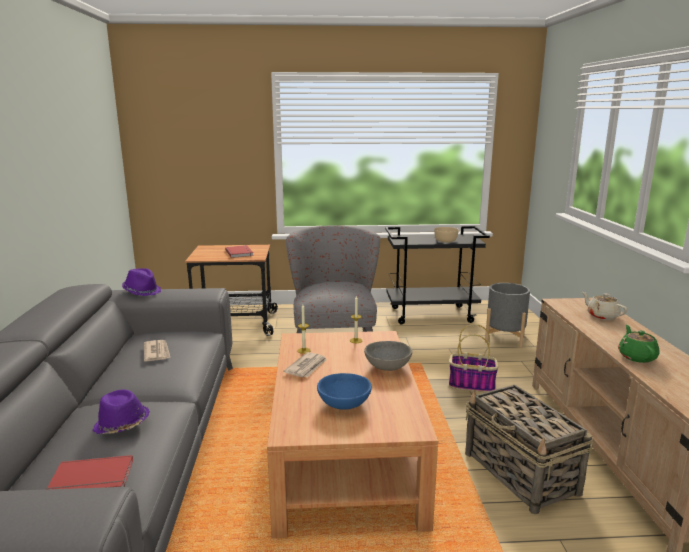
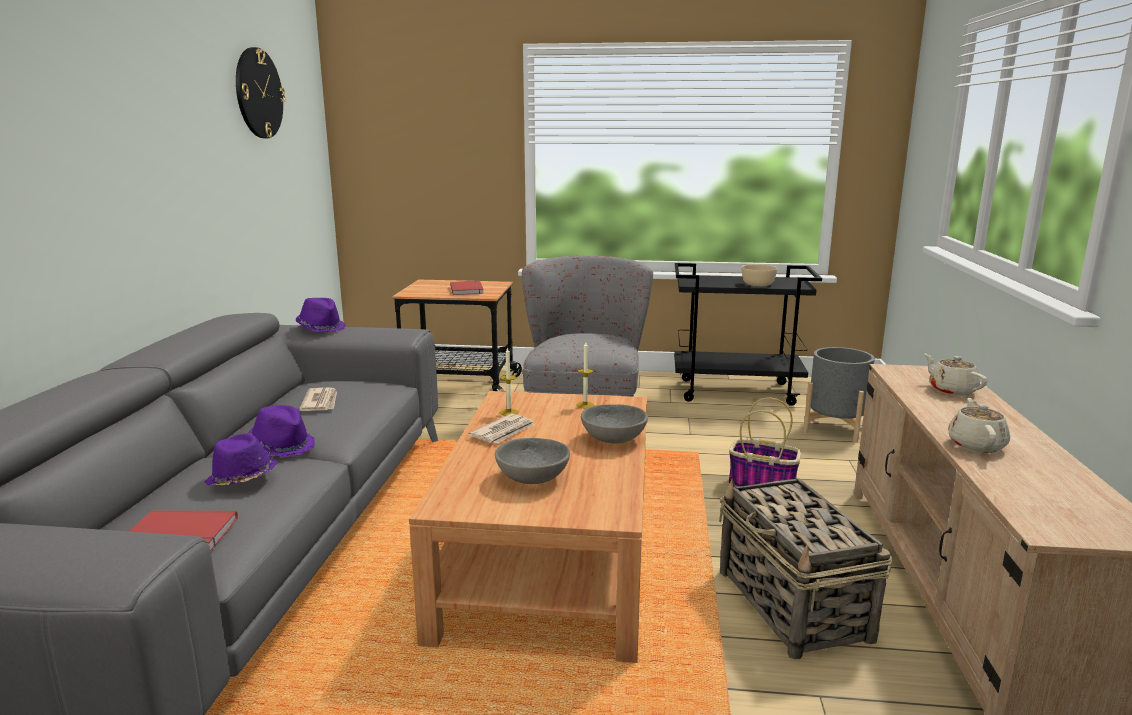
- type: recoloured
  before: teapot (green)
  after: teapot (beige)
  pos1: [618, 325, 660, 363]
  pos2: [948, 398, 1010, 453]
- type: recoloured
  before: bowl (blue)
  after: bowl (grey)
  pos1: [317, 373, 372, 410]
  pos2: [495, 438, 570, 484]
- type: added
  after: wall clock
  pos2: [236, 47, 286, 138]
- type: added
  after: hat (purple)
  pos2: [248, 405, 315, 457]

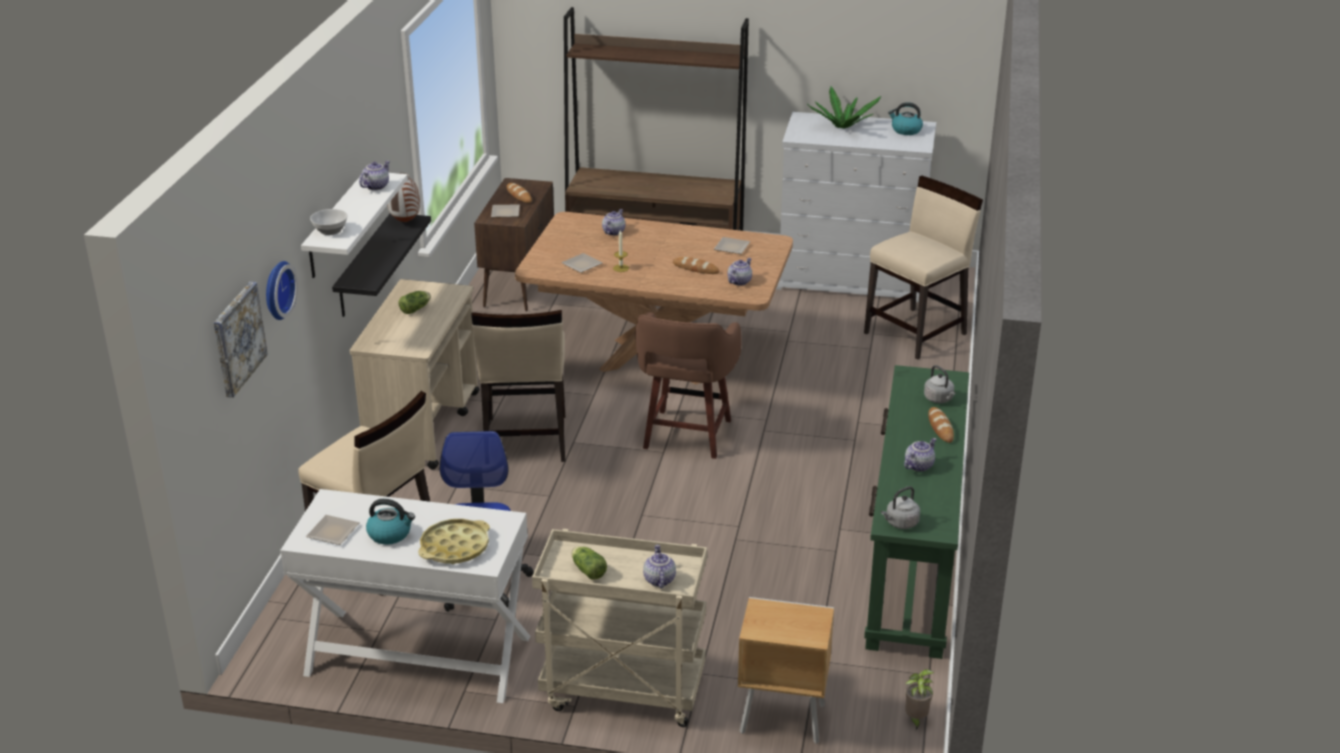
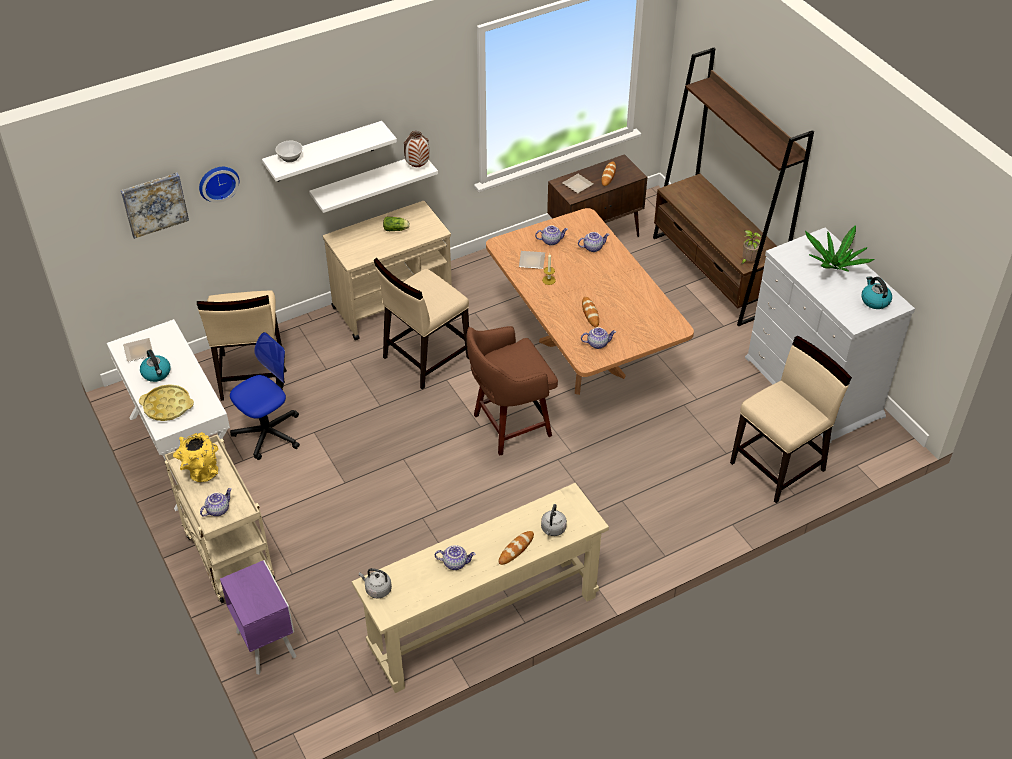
- type: moved
  before: teapot
  pos1: [359, 161, 390, 190]
  pos2: [535, 225, 568, 246]
- type: turned
  before: chair (beige)
  pos1: [864, 176, 983, 360]
  pos2: [730, 336, 852, 503]
  turn: -45
- type: recoloured
  before: shelf (black)
  after: shelf (white)
  pos1: [332, 214, 431, 317]
  pos2: [309, 159, 438, 213]
- type: removed
  before: plate
  pos1: [714, 237, 750, 254]
- type: recoloured
  before: console table (green)
  after: console table (beige)
  pos1: [864, 365, 969, 659]
  pos2: [352, 483, 609, 693]
- type: replaced
  before: lettuce
  after: vase (yellow)
  pos1: [571, 546, 607, 579]
  pos2: [173, 432, 218, 482]
- type: recoloured
  before: nightstand (brown)
  after: nightstand (purple)
  pos1: [738, 597, 834, 744]
  pos2: [220, 560, 296, 675]
- type: moved
  before: potted plant
  pos1: [905, 669, 934, 730]
  pos2: [742, 230, 761, 264]

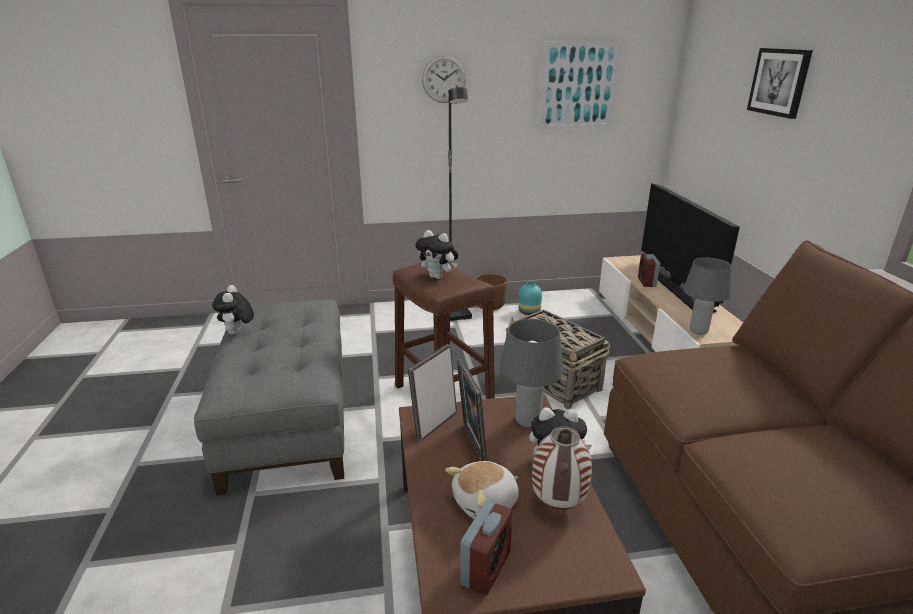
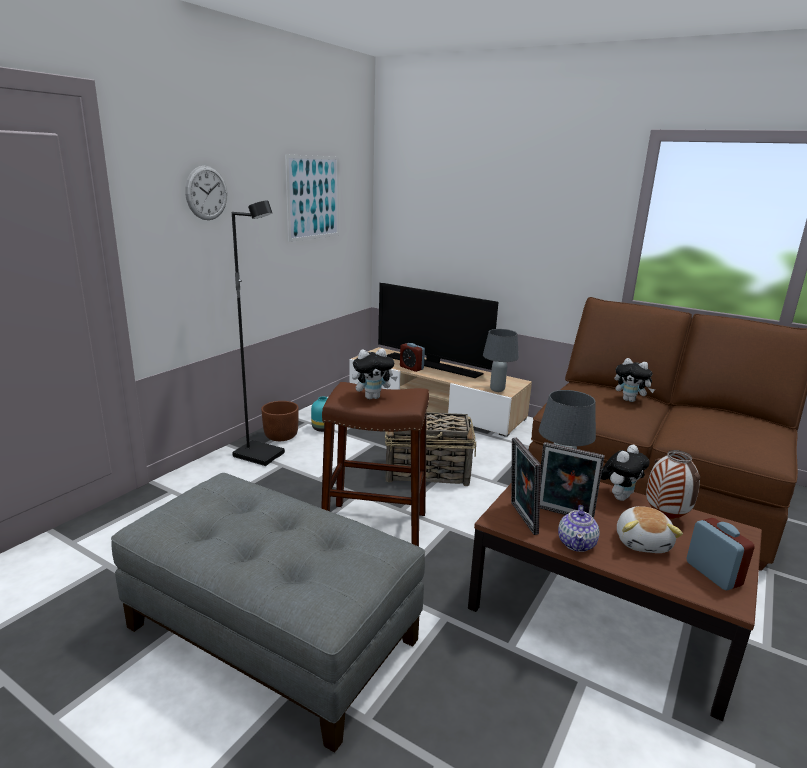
- type: removed
  before: picture
  pos1: [747, 48, 813, 119]
- type: moved
  before: plush toy
  pos1: [212, 285, 254, 335]
  pos2: [615, 358, 655, 402]
- type: added
  after: teapot
  pos2: [558, 505, 600, 552]

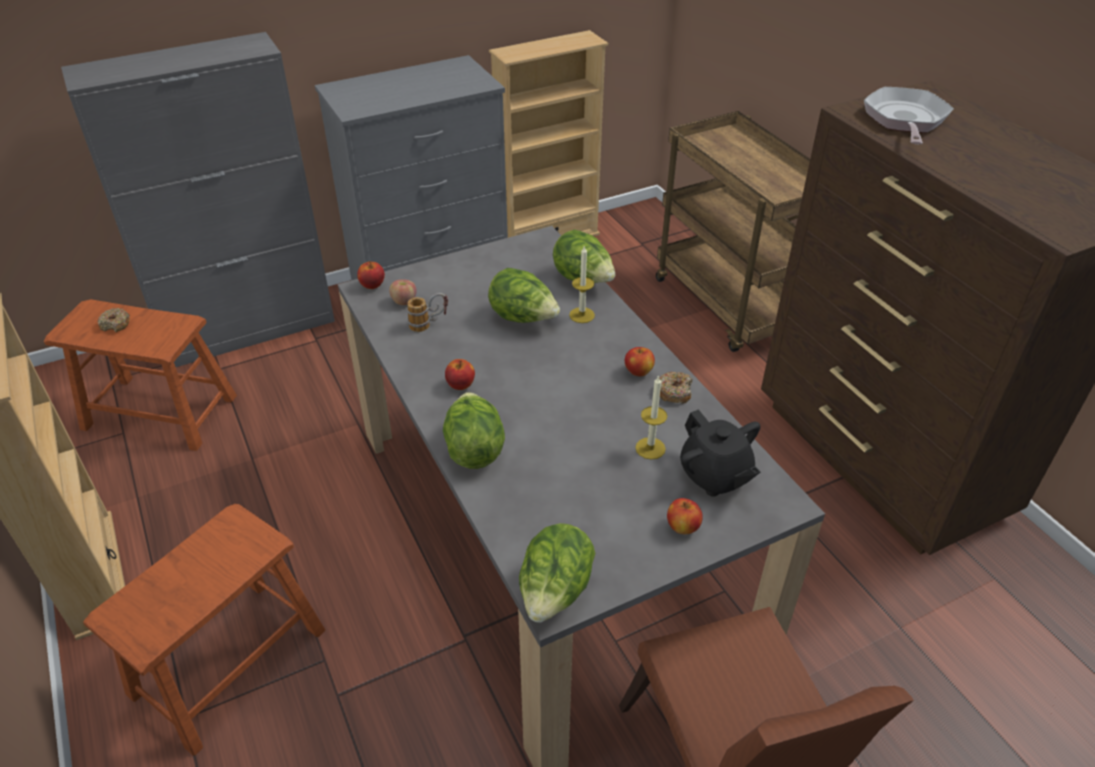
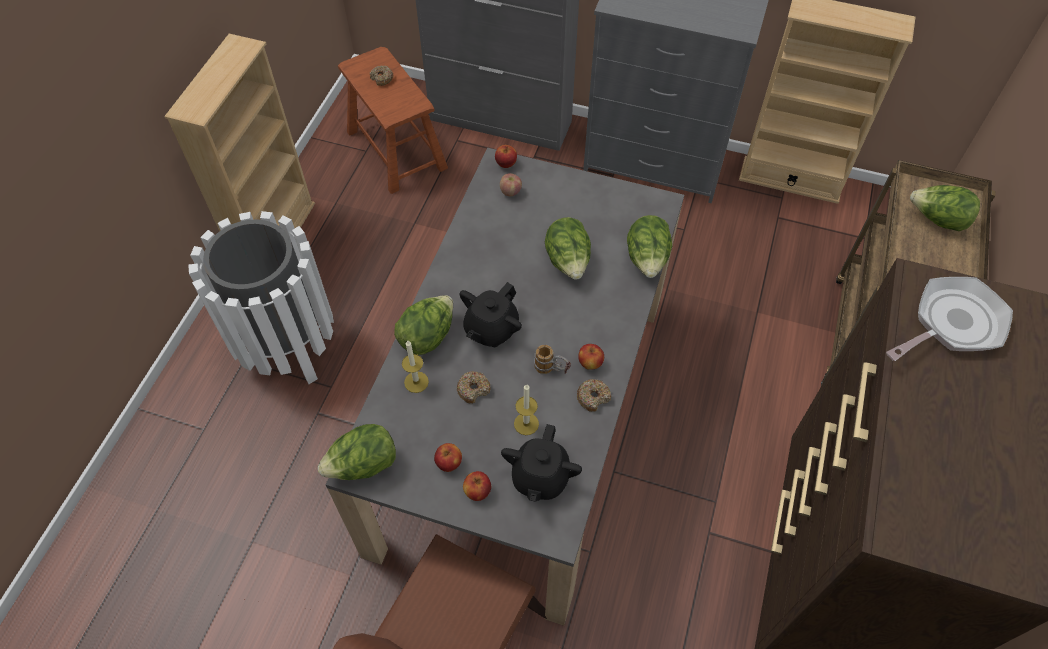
- type: moved
  before: candle
  pos1: [569, 246, 595, 323]
  pos2: [402, 341, 429, 393]
- type: moved
  before: mug
  pos1: [407, 293, 448, 332]
  pos2: [534, 345, 571, 374]
- type: moved
  before: apple
  pos1: [445, 359, 475, 390]
  pos2: [434, 443, 462, 472]
- type: replaced
  before: stool (brown)
  after: trash can (white)
  pos1: [83, 504, 325, 756]
  pos2: [188, 211, 334, 384]
- type: added
  after: lettuce
  pos2: [910, 185, 980, 231]
- type: added
  after: teapot (black)
  pos2: [460, 282, 522, 347]
- type: added
  after: donut
  pos2: [457, 371, 491, 403]

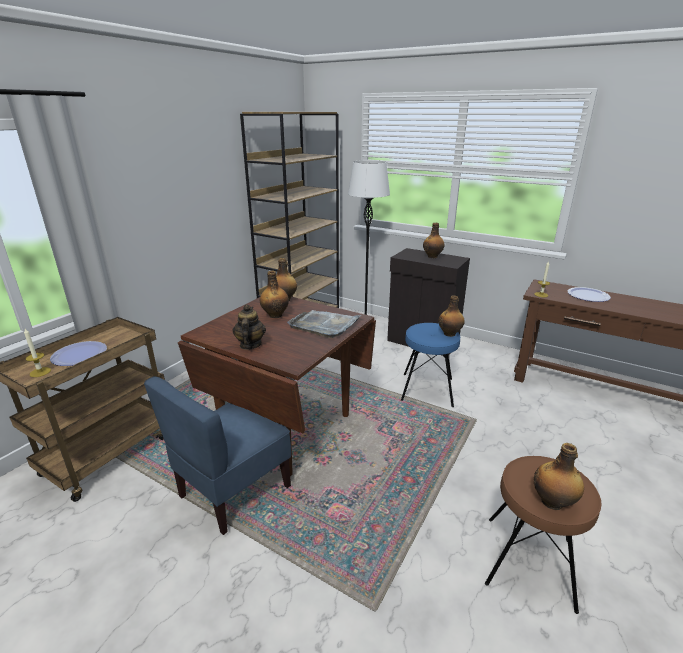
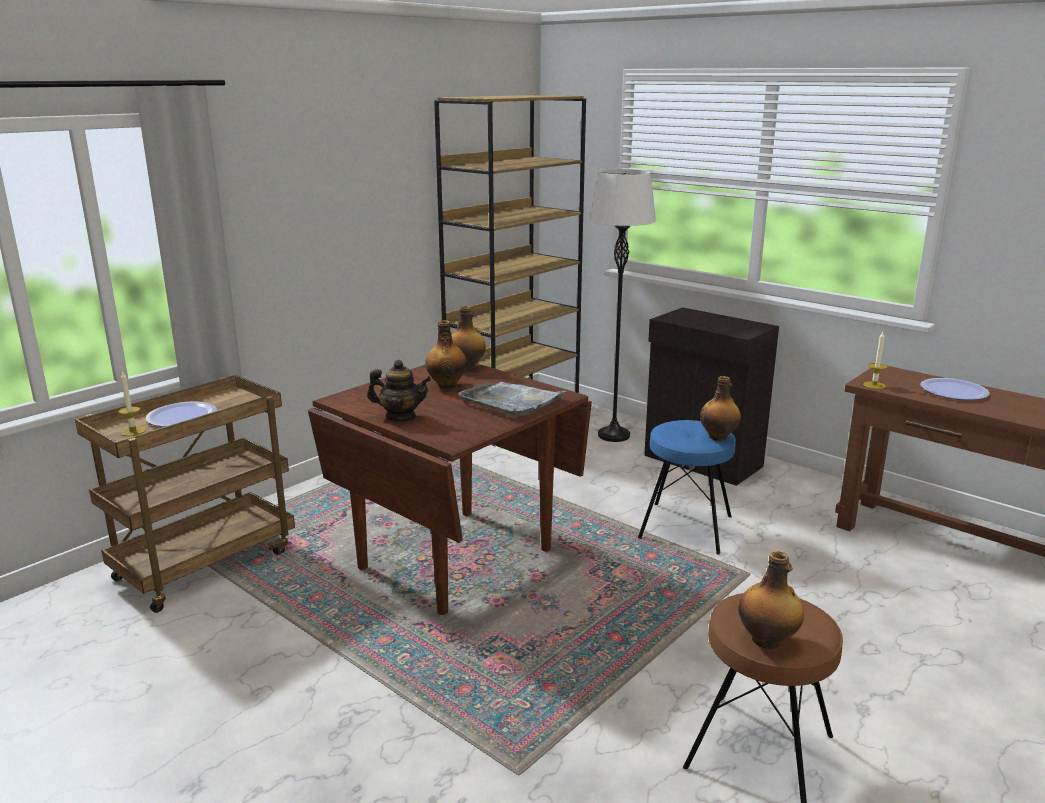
- type: removed
  before: bottle
  pos1: [423, 223, 445, 258]
- type: turned
  before: teapot
  pos1: [232, 304, 266, 350]
  pos2: [367, 360, 431, 421]
  turn: 90
- type: removed
  before: chair (blue)
  pos1: [144, 376, 291, 535]

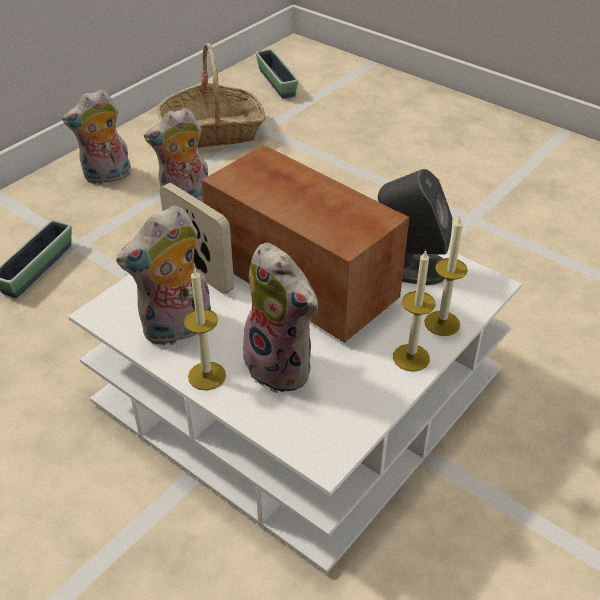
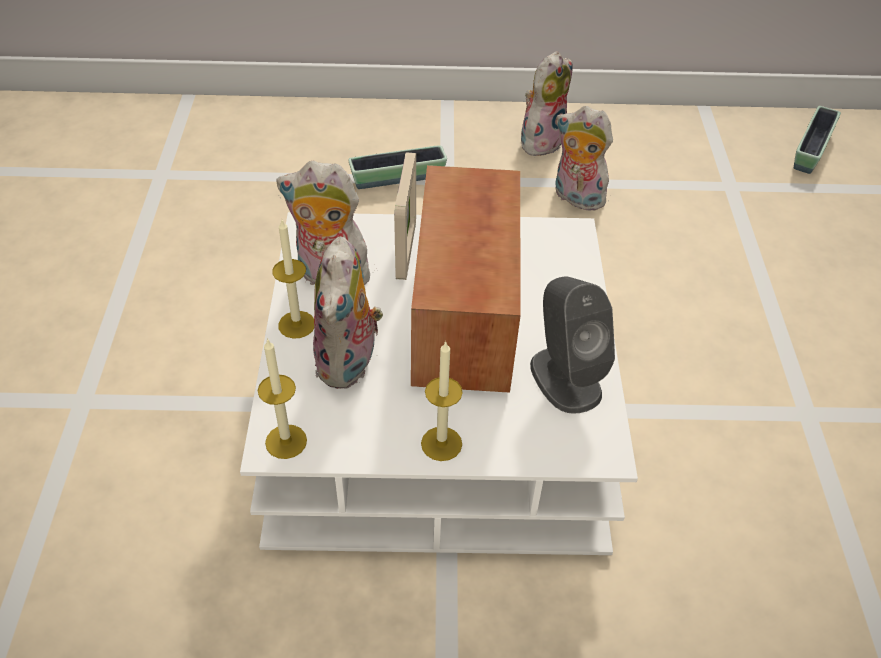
- type: removed
  before: basket
  pos1: [157, 43, 266, 148]
- type: turned
  before: plush toy
  pos1: [62, 89, 131, 185]
  pos2: [521, 51, 573, 156]
  turn: 105
- type: moved
  before: candle
  pos1: [424, 217, 468, 336]
  pos2: [258, 338, 307, 459]

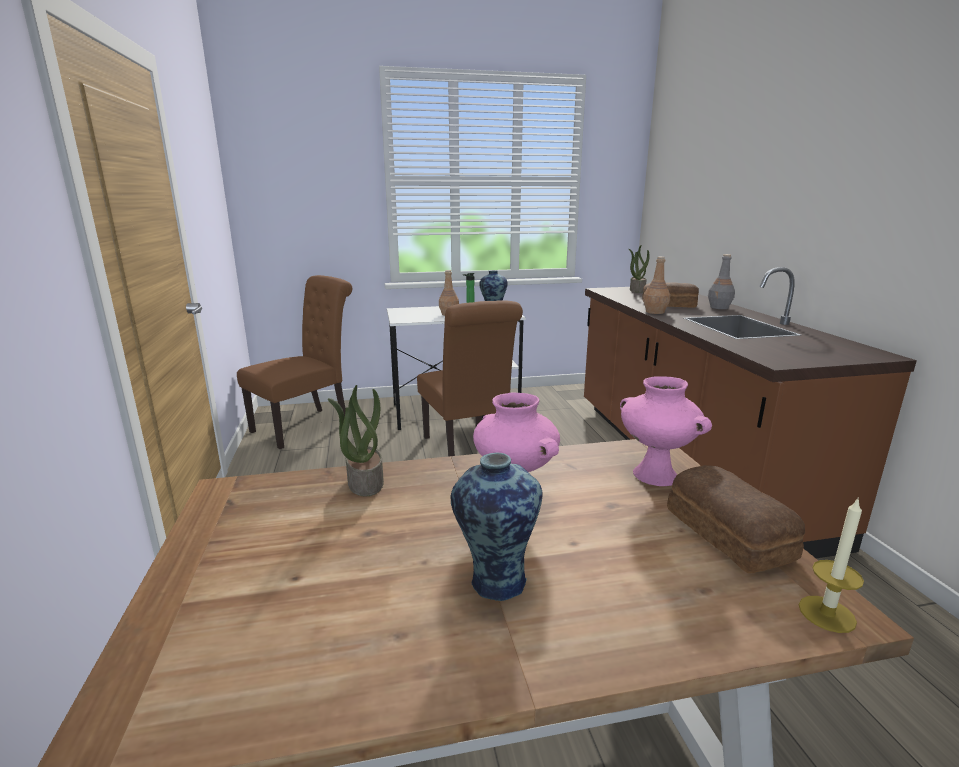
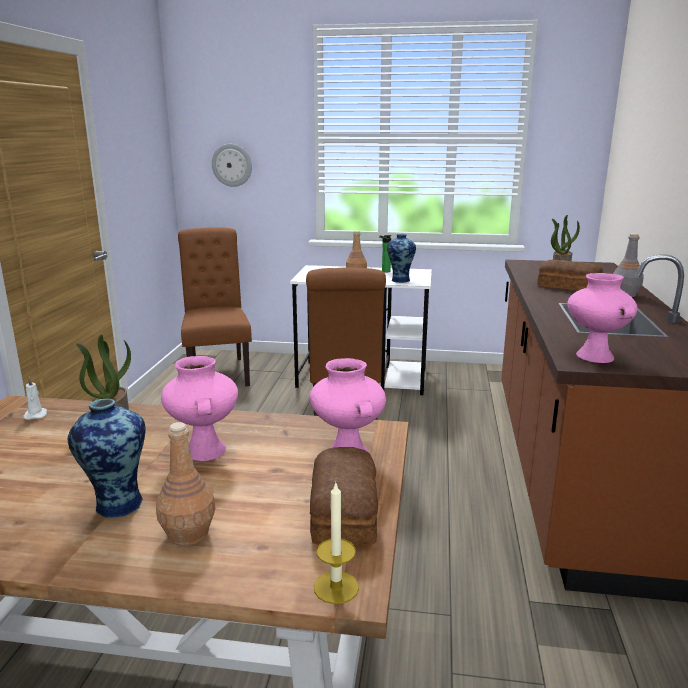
- type: moved
  before: bottle (brown)
  pos1: [643, 257, 670, 314]
  pos2: [156, 422, 215, 546]
- type: turned
  before: chair (brown)
  pos1: [237, 275, 352, 449]
  pos2: [178, 227, 252, 386]
  turn: -75
- type: added
  after: wall clock
  pos2: [212, 144, 252, 187]
- type: added
  after: vase (pink)
  pos2: [567, 273, 637, 363]
- type: added
  after: candle (white)
  pos2: [23, 377, 47, 420]

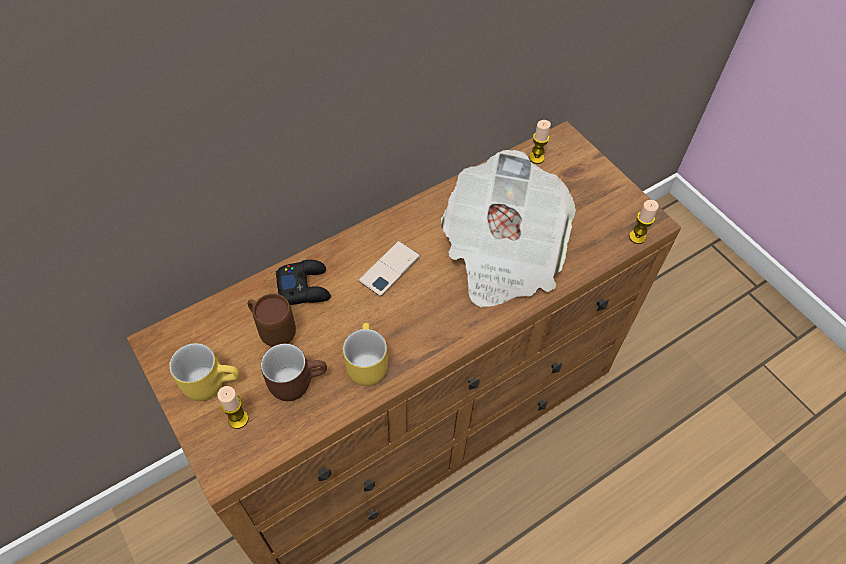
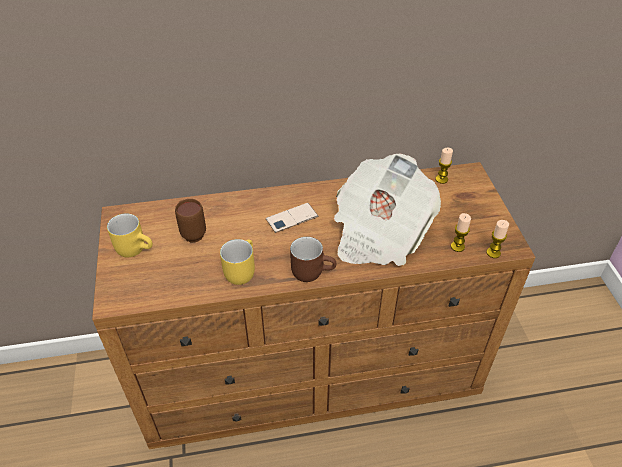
- type: removed
  before: game controller (black)
  pos1: [275, 260, 331, 305]
- type: moved
  before: mug (brown)
  pos1: [261, 343, 327, 401]
  pos2: [290, 237, 336, 282]
- type: moved
  before: candle
  pos1: [217, 386, 249, 429]
  pos2: [451, 213, 471, 252]

